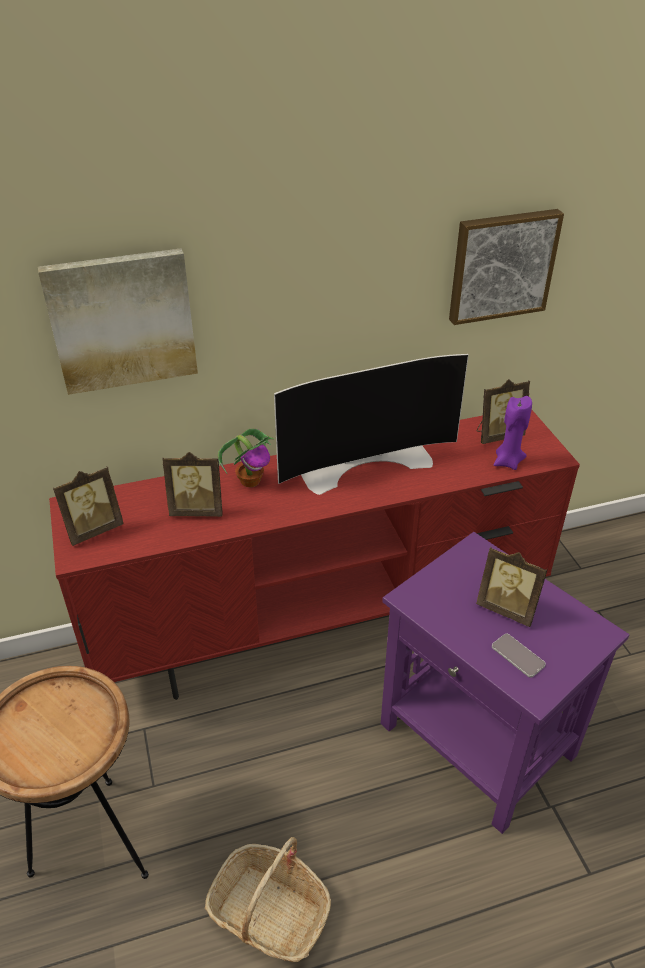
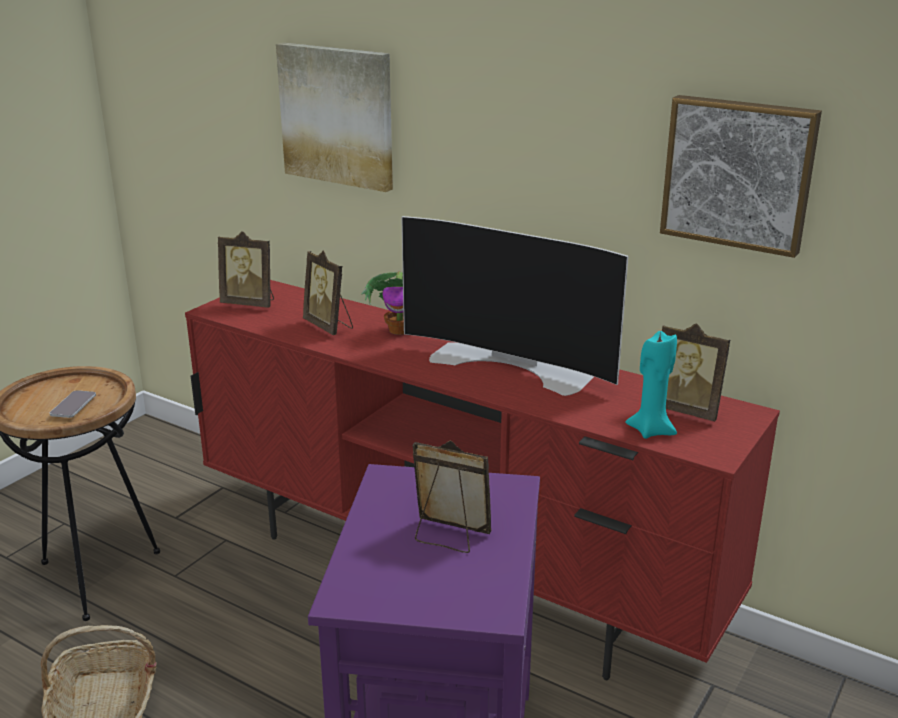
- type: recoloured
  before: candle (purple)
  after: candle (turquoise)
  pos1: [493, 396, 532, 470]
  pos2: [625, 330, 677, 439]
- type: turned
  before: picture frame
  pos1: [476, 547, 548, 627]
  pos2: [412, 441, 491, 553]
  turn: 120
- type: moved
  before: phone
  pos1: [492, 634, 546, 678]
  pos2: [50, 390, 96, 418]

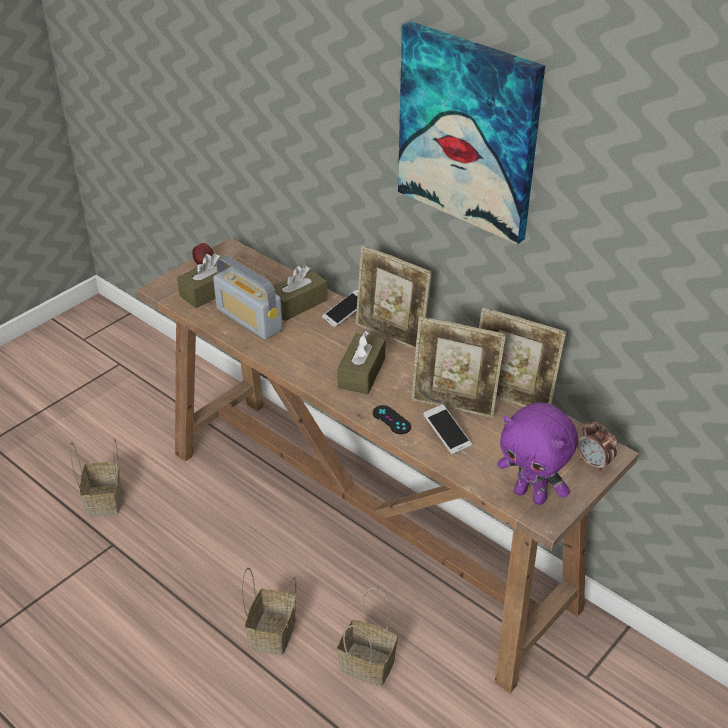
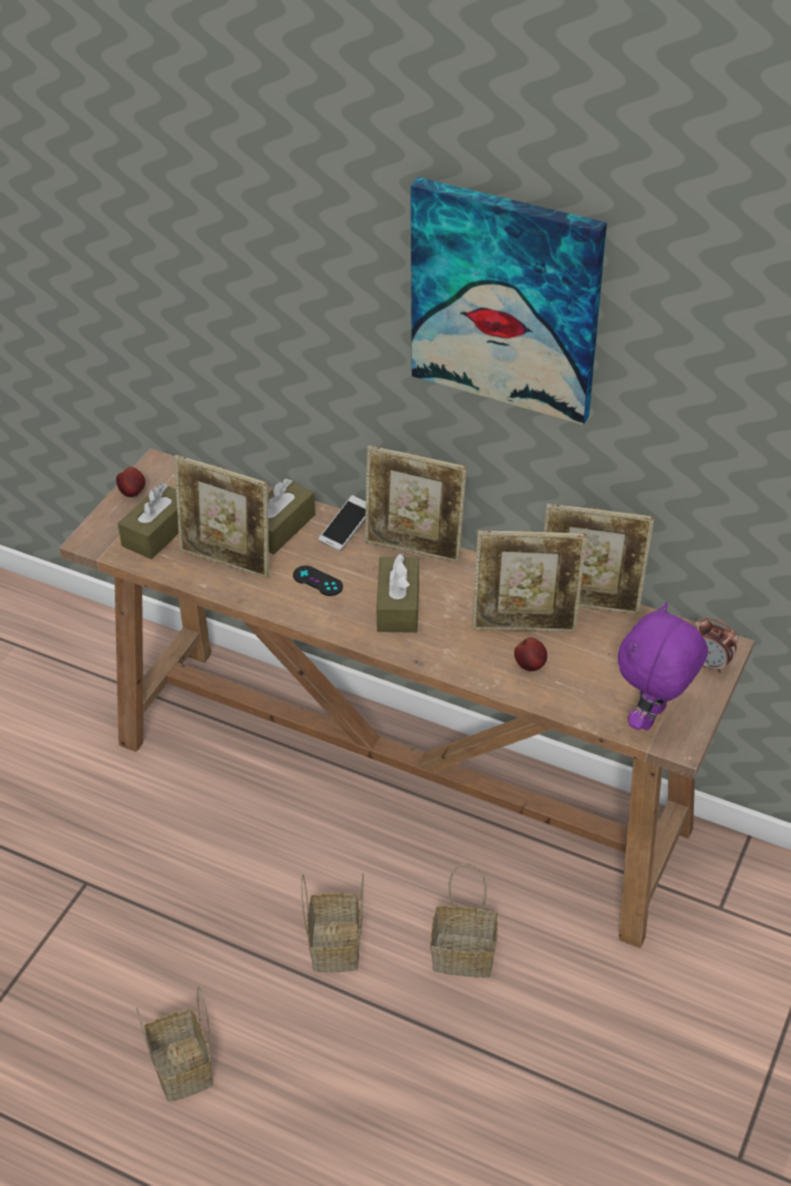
- type: replaced
  before: radio
  after: picture frame
  pos1: [213, 256, 283, 340]
  pos2: [174, 455, 269, 579]
- type: turned
  before: plush toy (purple)
  pos1: [497, 403, 578, 505]
  pos2: [618, 602, 708, 730]
  turn: 105
- type: replaced
  before: phone
  after: apple
  pos1: [423, 404, 472, 455]
  pos2: [514, 637, 547, 671]
- type: moved
  before: game controller (black)
  pos1: [373, 405, 411, 434]
  pos2: [293, 566, 343, 596]
- type: moved
  before: basket
  pos1: [70, 439, 121, 517]
  pos2: [136, 986, 213, 1102]

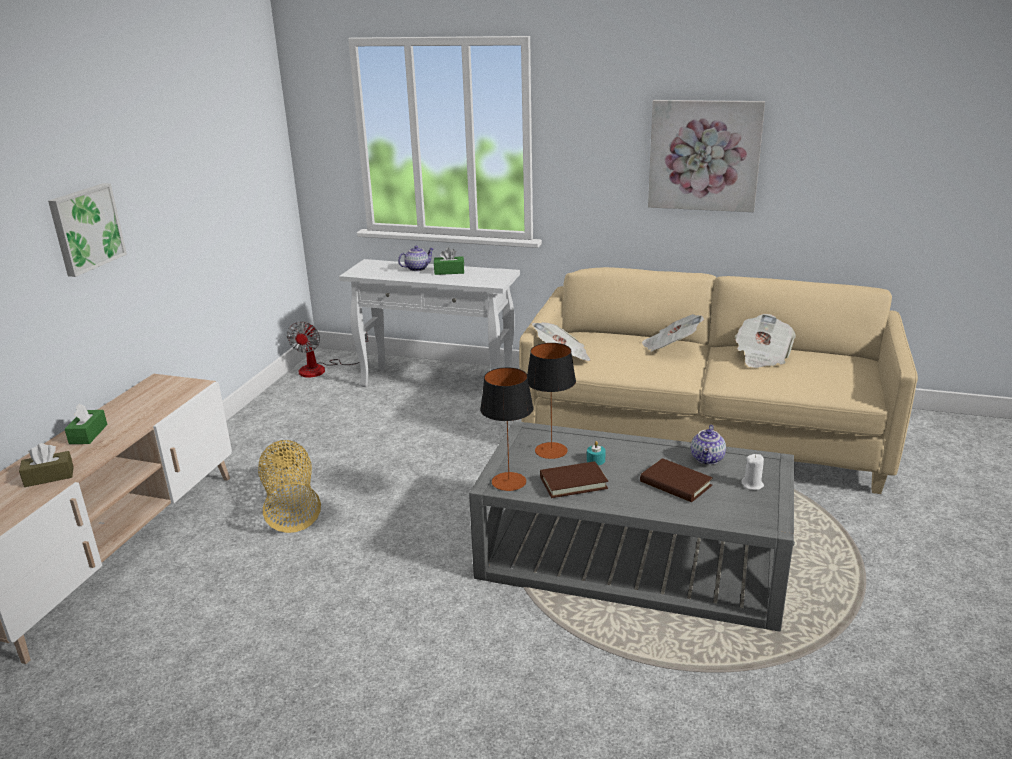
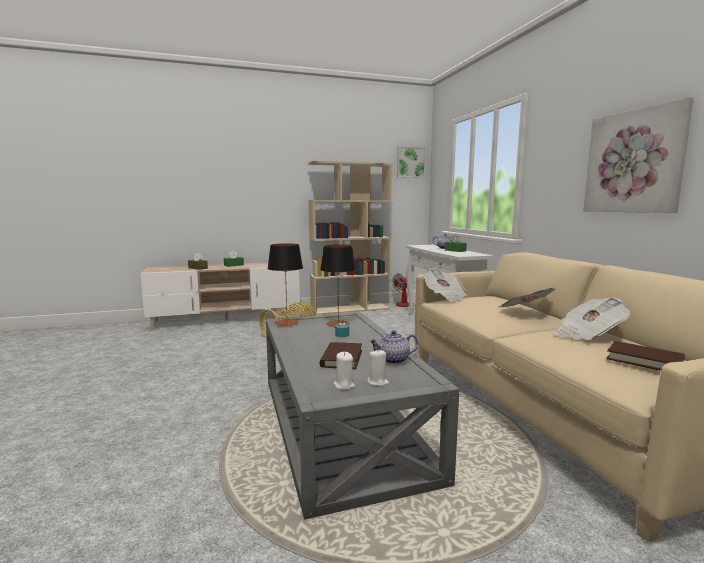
- type: moved
  before: picture
  pos1: [48, 183, 127, 277]
  pos2: [397, 146, 426, 178]
- type: moved
  before: book (brown)
  pos1: [540, 461, 608, 498]
  pos2: [606, 341, 685, 371]
- type: added
  after: bookcase (beige)
  pos2: [308, 161, 392, 315]
- type: added
  after: candle (white)
  pos2: [333, 352, 355, 390]

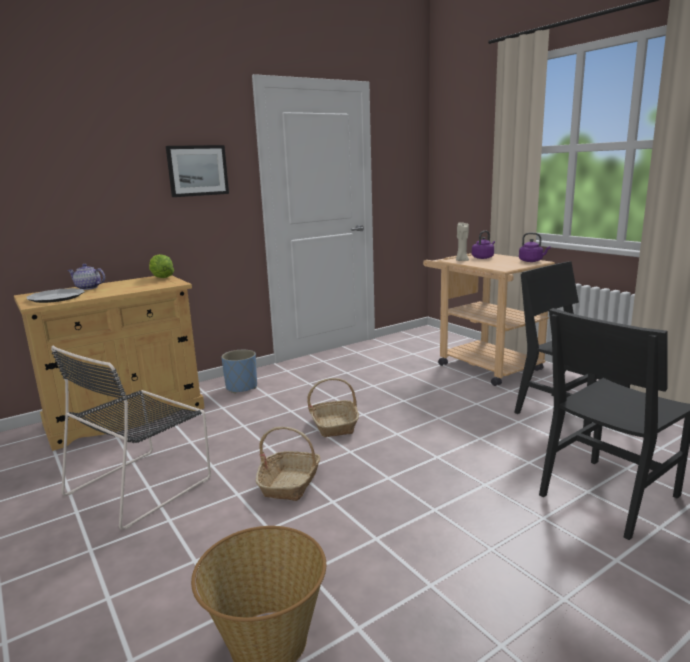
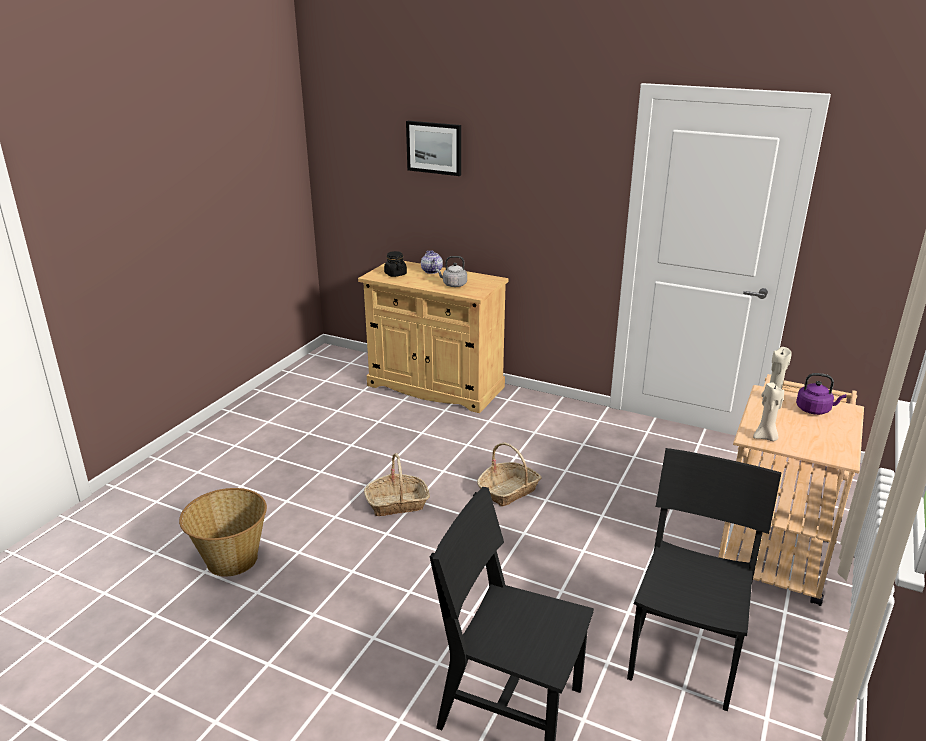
- type: moved
  before: picture
  pos1: [166, 145, 229, 197]
  pos2: [406, 121, 461, 176]
- type: removed
  before: kettle (purple)
  pos1: [519, 233, 551, 262]
- type: removed
  before: lettuce
  pos1: [149, 254, 174, 278]
- type: replaced
  before: plate
  after: jar (black)
  pos1: [26, 288, 85, 303]
  pos2: [384, 251, 407, 277]
- type: removed
  before: chair (black)
  pos1: [51, 346, 211, 530]
- type: removed
  before: planter (blue)
  pos1: [221, 350, 257, 394]
- type: added
  after: kettle (grey)
  pos2: [436, 256, 467, 287]
- type: added
  after: candle (beige)
  pos2: [753, 382, 784, 441]

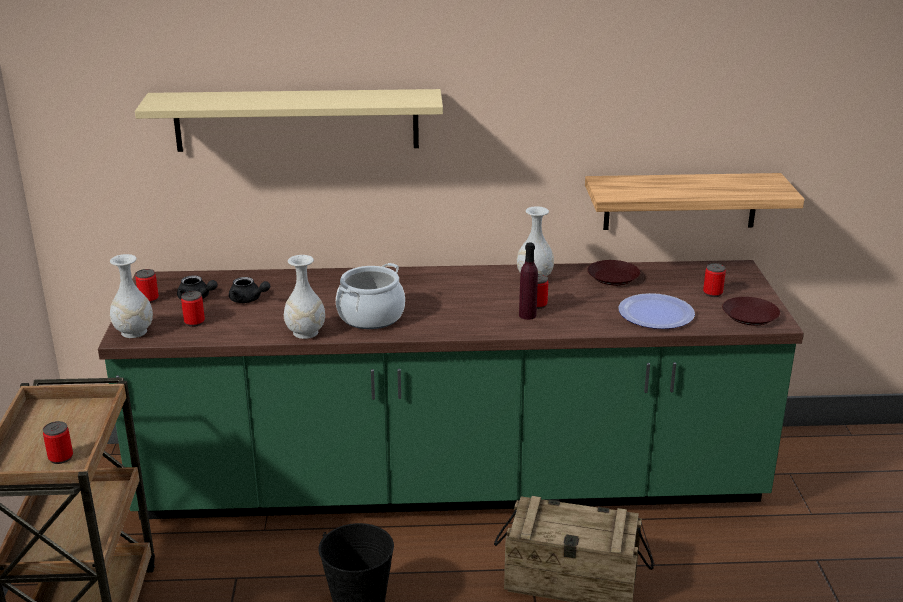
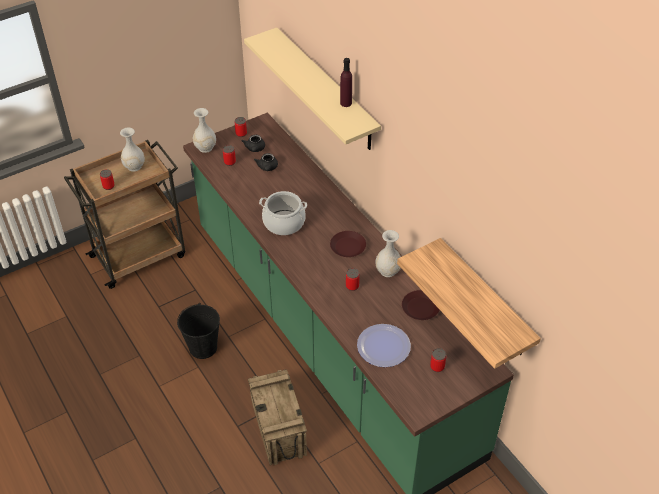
- type: moved
  before: bottle (purple)
  pos1: [519, 243, 538, 320]
  pos2: [340, 58, 352, 107]
- type: moved
  before: vase (white)
  pos1: [284, 255, 325, 339]
  pos2: [120, 127, 145, 172]
- type: moved
  before: plate (brown)
  pos1: [722, 297, 780, 326]
  pos2: [330, 231, 366, 257]

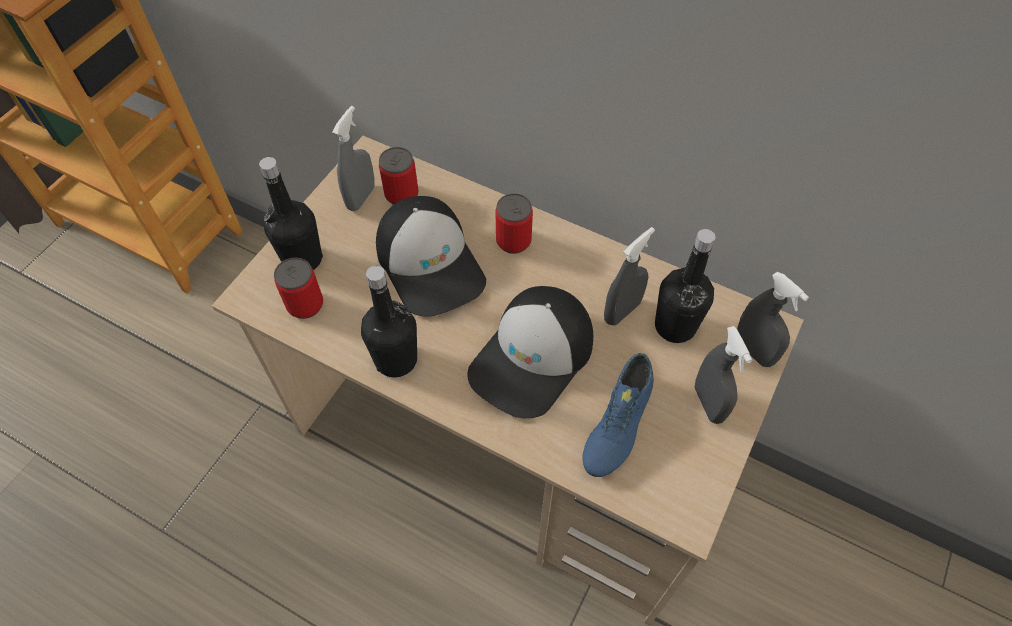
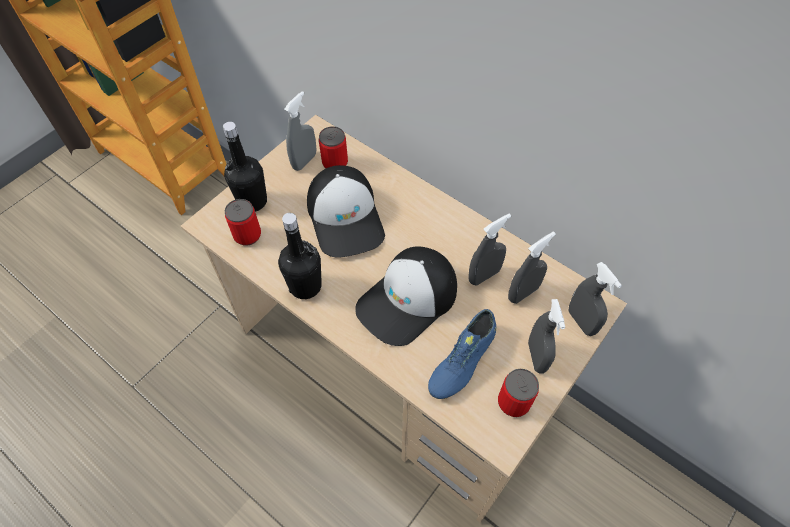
- type: moved
  before: can
  pos1: [495, 193, 533, 254]
  pos2: [498, 369, 539, 417]
- type: replaced
  before: bottle (black)
  after: spray bottle (grey)
  pos1: [655, 229, 716, 343]
  pos2: [508, 232, 556, 304]

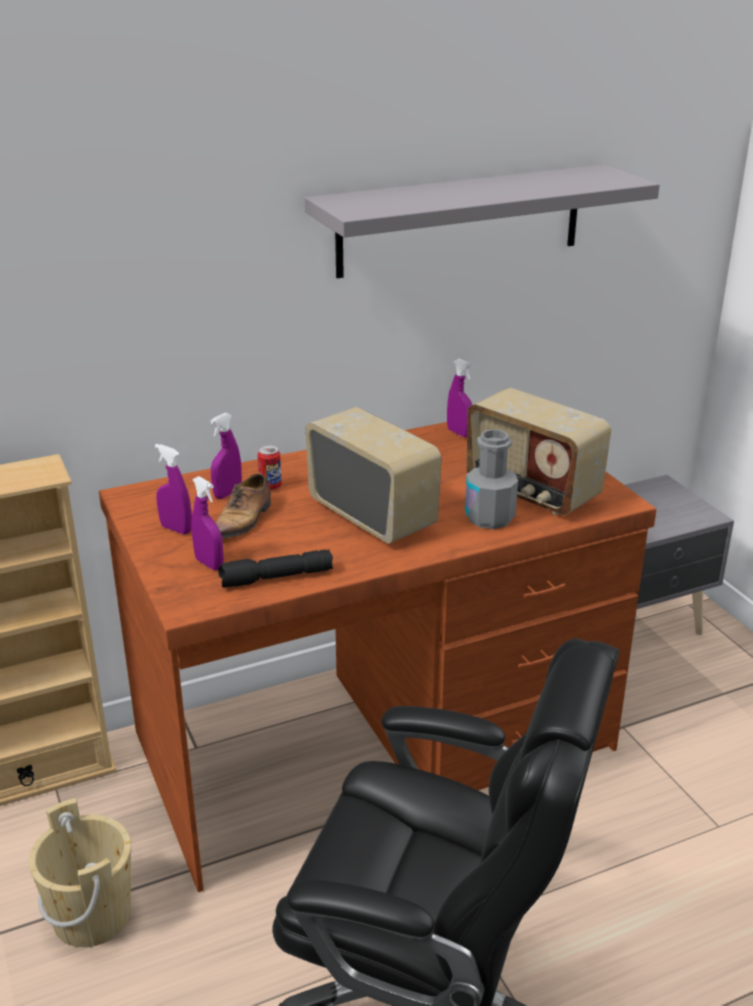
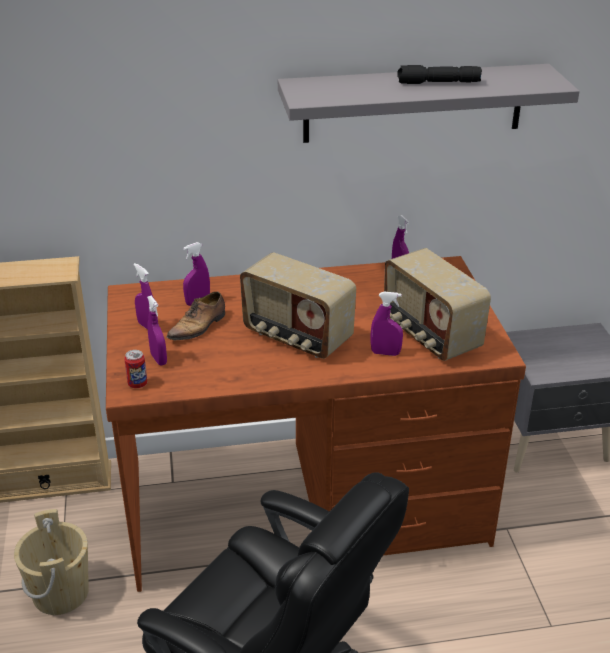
- type: turned
  before: radio
  pos1: [306, 407, 442, 543]
  pos2: [240, 252, 356, 359]
  turn: 150
- type: replaced
  before: bottle (grey)
  after: spray bottle (purple)
  pos1: [465, 429, 518, 529]
  pos2: [370, 292, 403, 356]
- type: moved
  before: can
  pos1: [257, 446, 282, 491]
  pos2: [124, 350, 147, 388]
- type: moved
  before: flashlight (black)
  pos1: [218, 550, 333, 588]
  pos2: [397, 65, 482, 84]

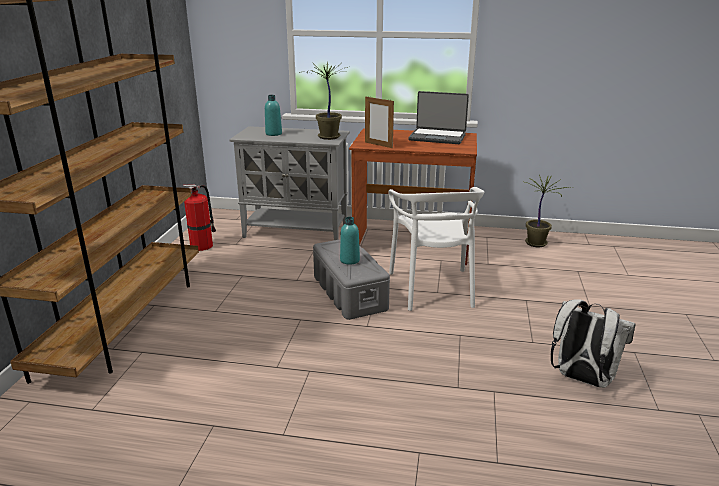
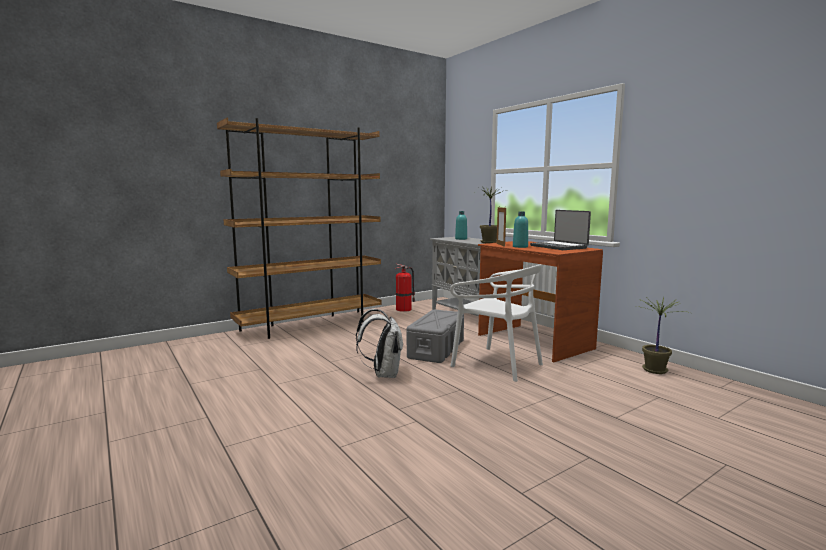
- type: turned
  before: chair (white)
  pos1: [388, 187, 484, 311]
  pos2: [450, 264, 543, 382]
  turn: -90
- type: moved
  before: bottle (turquoise)
  pos1: [340, 217, 360, 265]
  pos2: [513, 211, 528, 248]
- type: moved
  before: backpack (white)
  pos1: [551, 299, 636, 388]
  pos2: [356, 309, 403, 378]

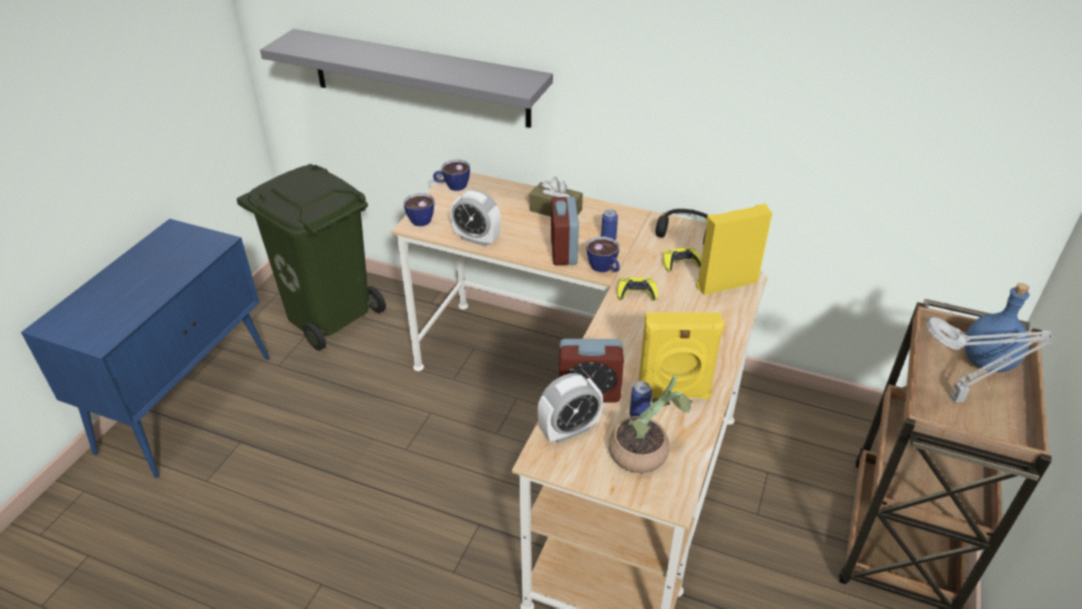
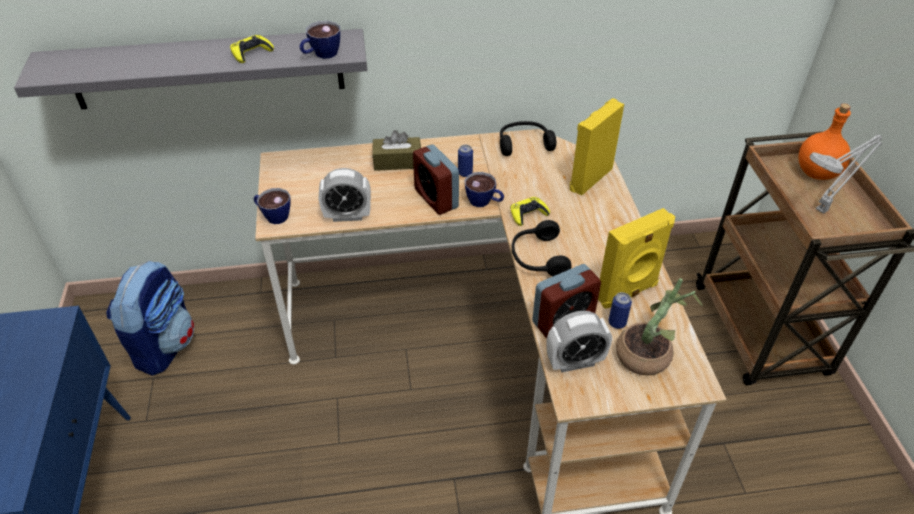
- type: moved
  before: cup
  pos1: [433, 160, 470, 191]
  pos2: [299, 21, 340, 59]
- type: replaced
  before: trash can (green)
  after: backpack
  pos1: [237, 164, 386, 351]
  pos2: [106, 261, 194, 376]
- type: moved
  before: game controller (yellow)
  pos1: [663, 247, 701, 272]
  pos2: [230, 35, 274, 63]
- type: recoloured
  before: bottle (blue)
  after: bottle (orange)
  pos1: [964, 283, 1030, 372]
  pos2: [799, 103, 851, 180]
- type: turned
  before: alarm clock
  pos1: [537, 373, 603, 443]
  pos2: [546, 311, 612, 373]
  turn: 45
- type: added
  after: headphones (black)
  pos2: [512, 220, 572, 276]

